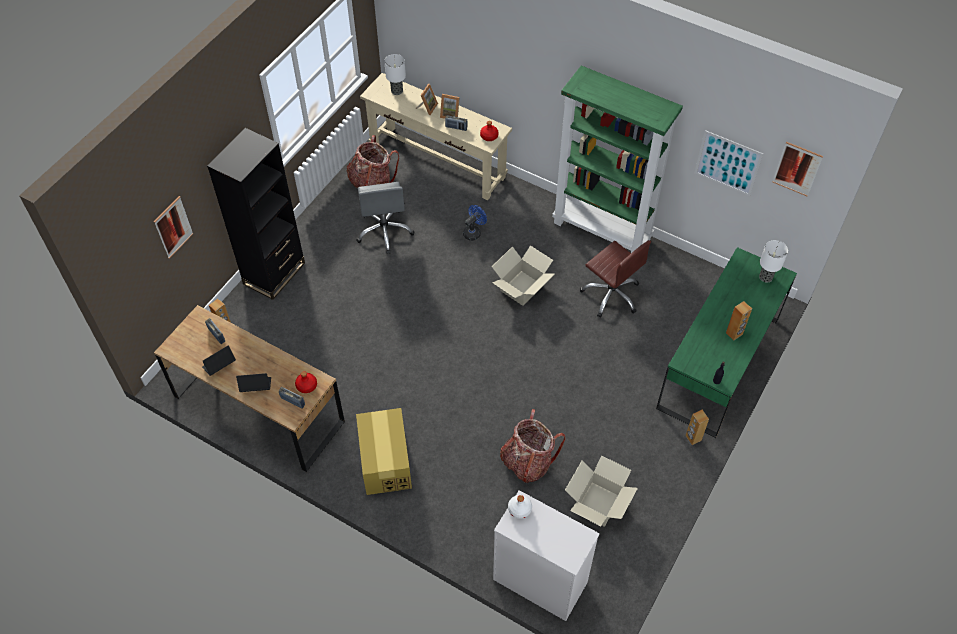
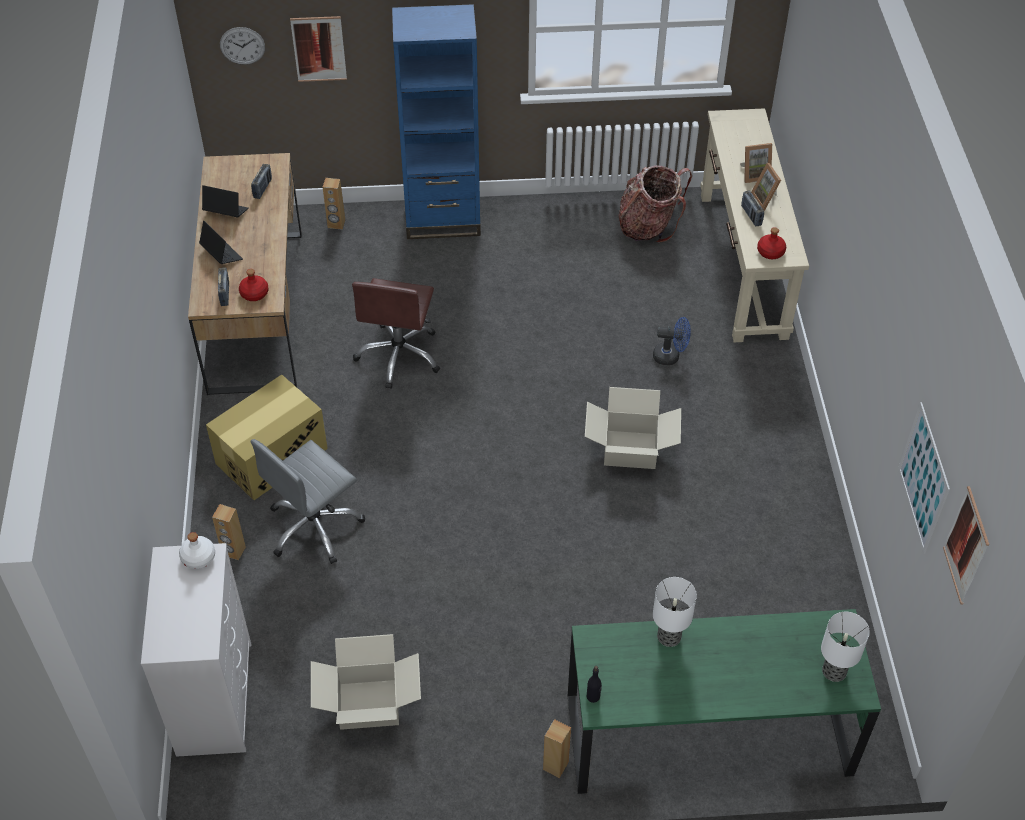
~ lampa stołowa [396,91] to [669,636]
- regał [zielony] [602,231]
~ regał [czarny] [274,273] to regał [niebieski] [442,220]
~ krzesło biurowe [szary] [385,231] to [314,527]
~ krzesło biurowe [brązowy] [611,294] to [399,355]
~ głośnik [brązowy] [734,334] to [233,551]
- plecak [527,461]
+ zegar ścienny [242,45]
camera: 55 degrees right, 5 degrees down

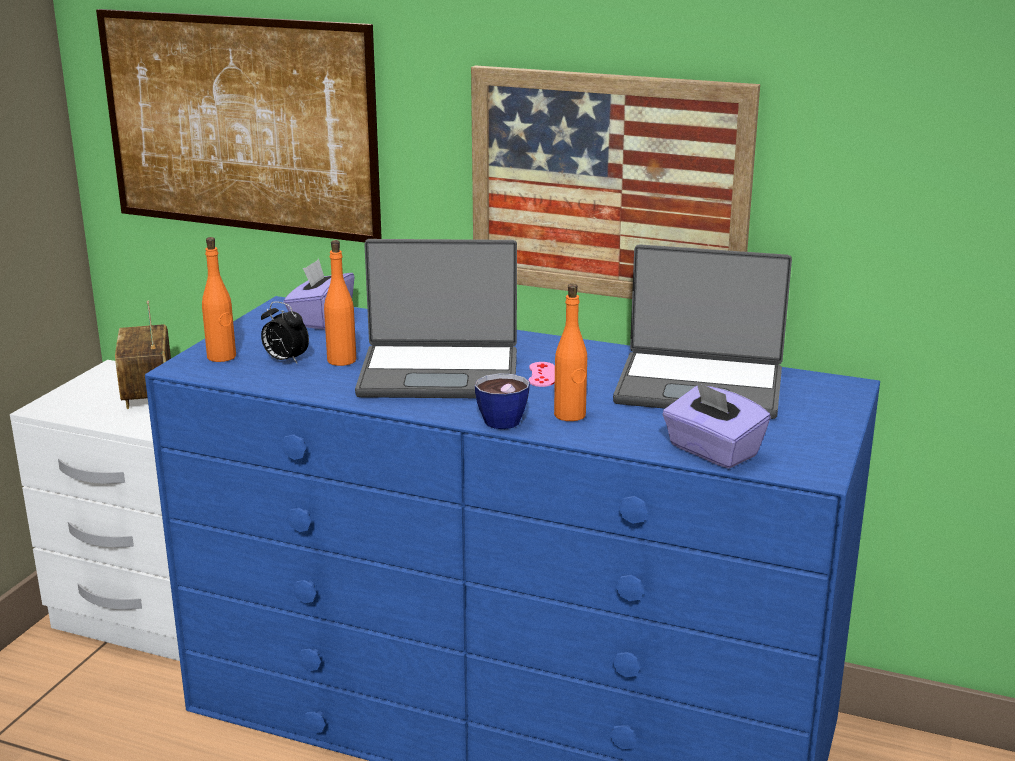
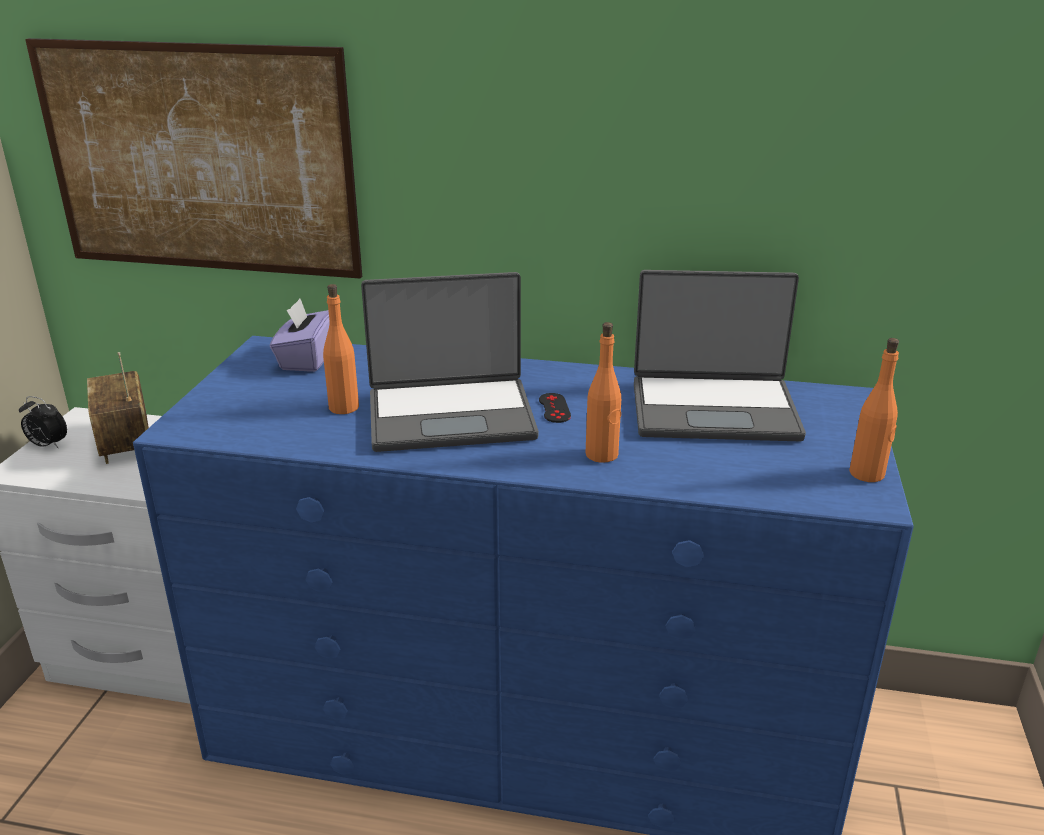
- obraz [608,187]
~ butelka [pomarańczowy] [222,357] to [867,474]
~ budzik [285,360] to [48,445]
~ pad do gier [różowy] [541,375] to pad do gier [czarny] [554,408]
- filiżanka [499,418]
- pudełko chusteczek [fioletowy] [712,451]
camera: 10 degrees left, 5 degrees up

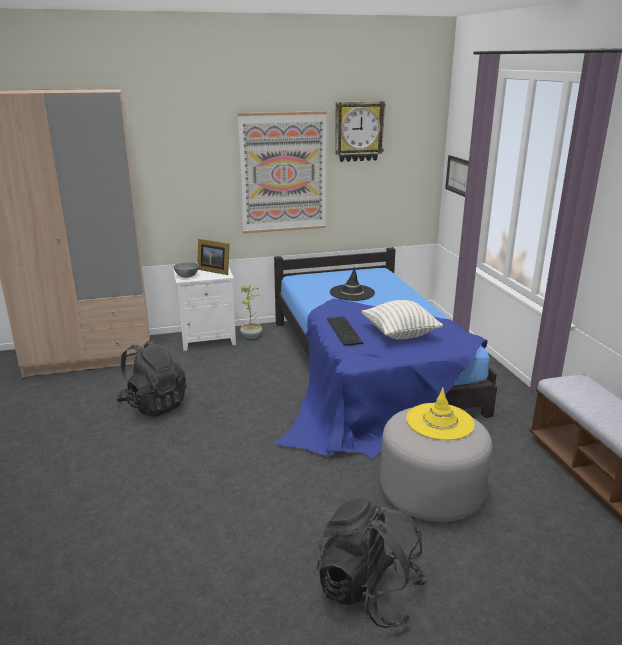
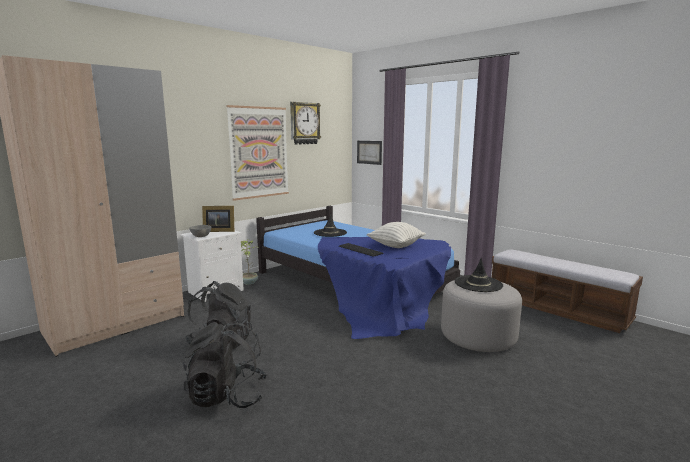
~ kapelusz [żółty] [440,422] to kapelusz [czarny] [478,284]
~ plecak [czarny] [368,592] to [227,396]
camera: 30 degrees left, 10 degrees down

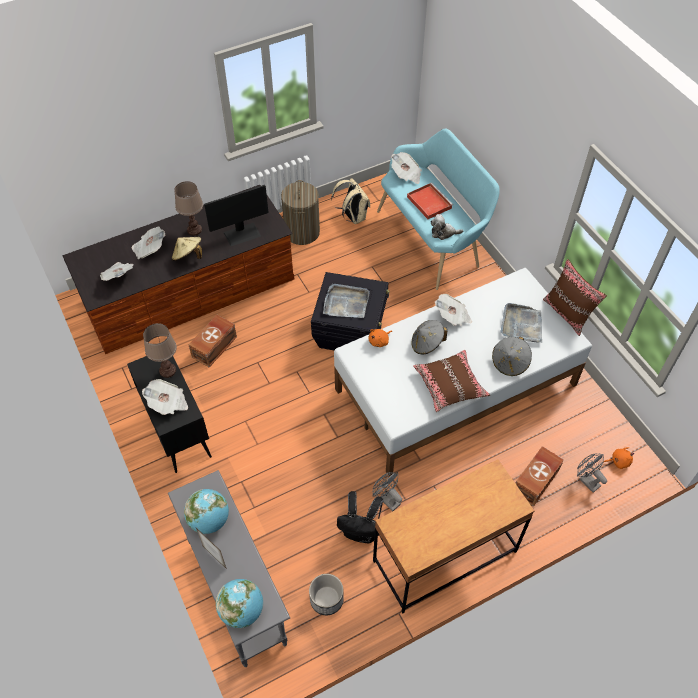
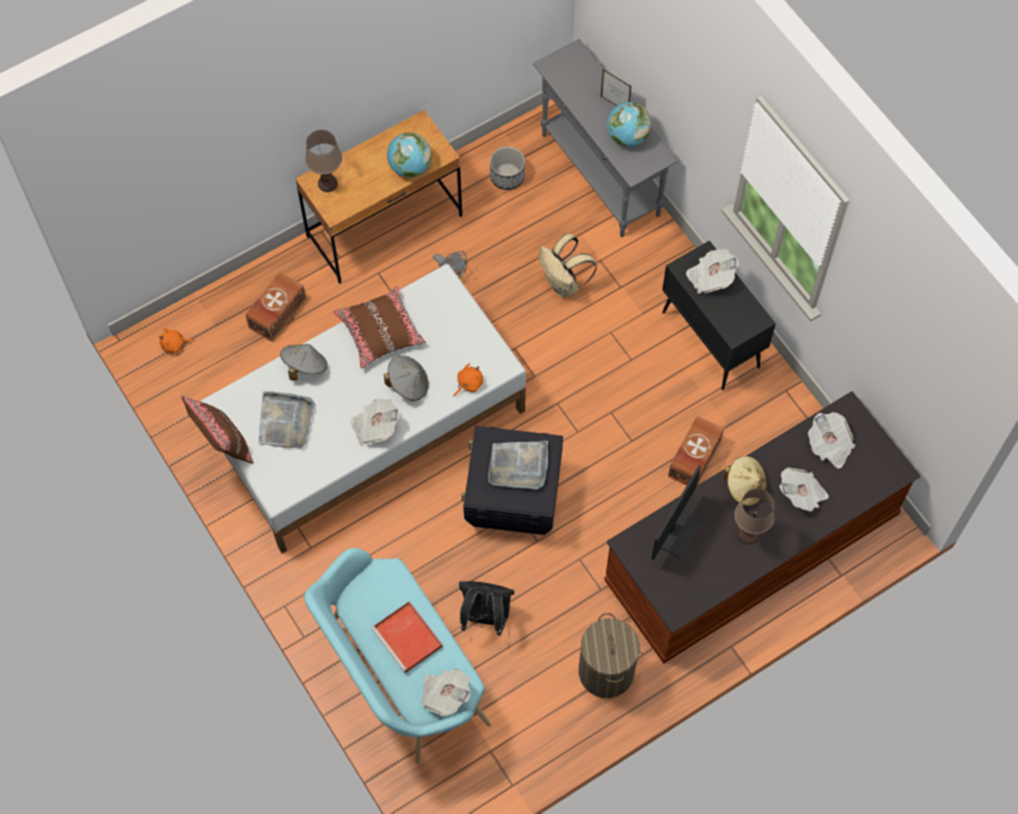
~ plecak [beżowy] [352,217] to [564,284]
~ monitor [242,234] = [678,532] 150 degrees clockwise
- pluszak [443,233]
~ lampa stołowa [brązowy] [167,370] to [328,184]
- wentylator [szary] [586,480]
~ plecak [czarny] [361,532] to [485,617]
~ globus [242,610] to [410,167]
camera: 175 degrees right, 10 degrees up

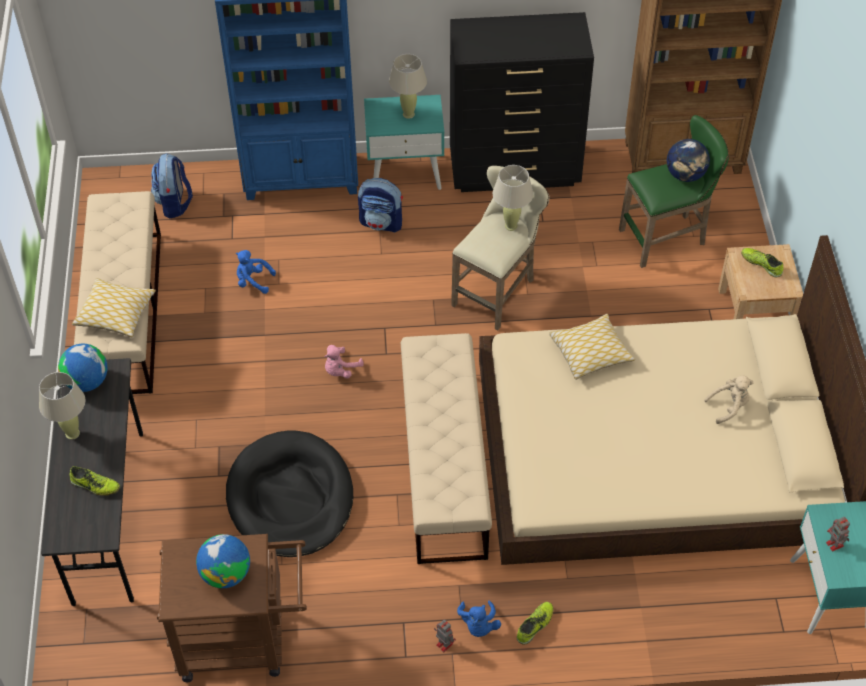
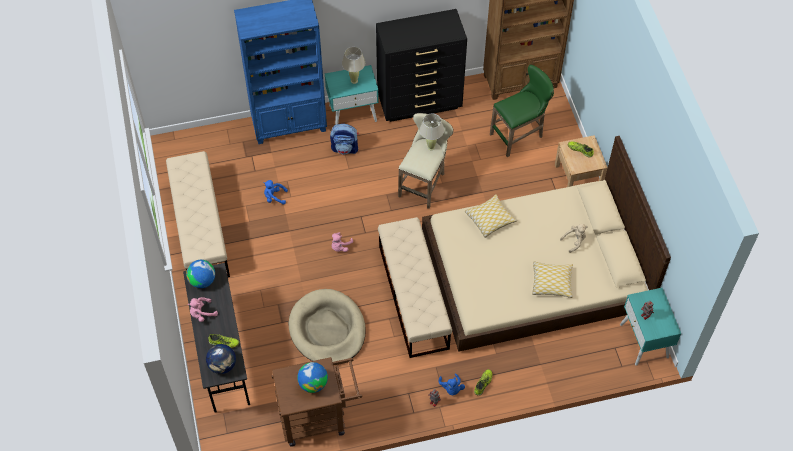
~ globus [685,175] to [222,365]
- plecak [174,203]
~ poduszka [116,314] to [551,282]
~ lampa stołowa [beżowy] [72,433] to pluszak [różowy] [202,313]
~ legowisko [czarny] [290,498] to legowisko [beżowy] [327,329]
camera: 10 degrees left, 5 degrees up

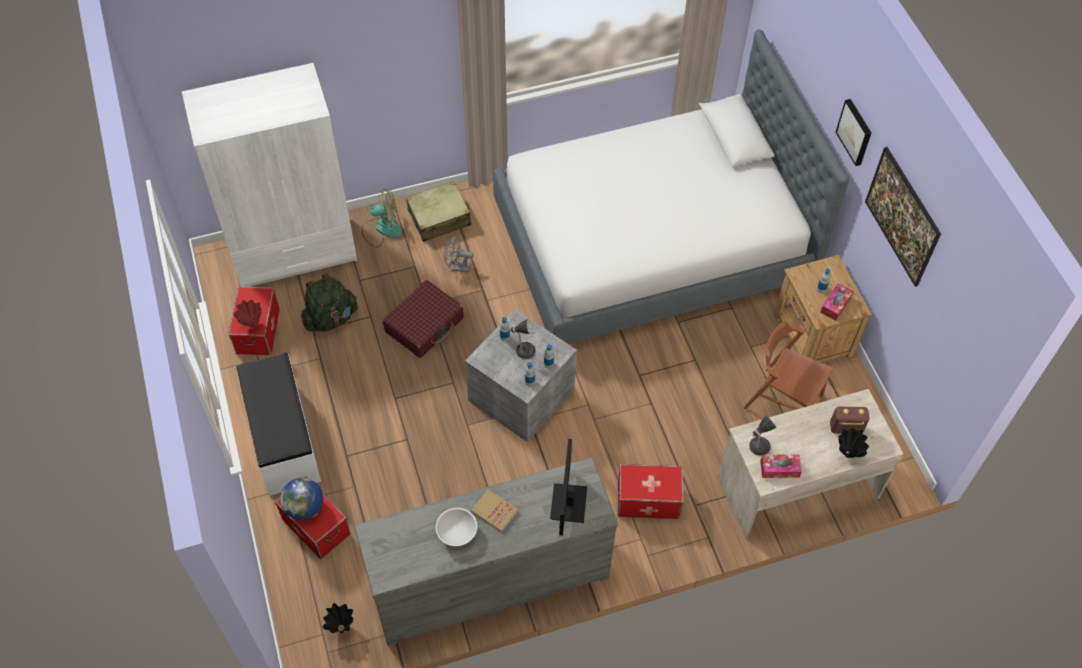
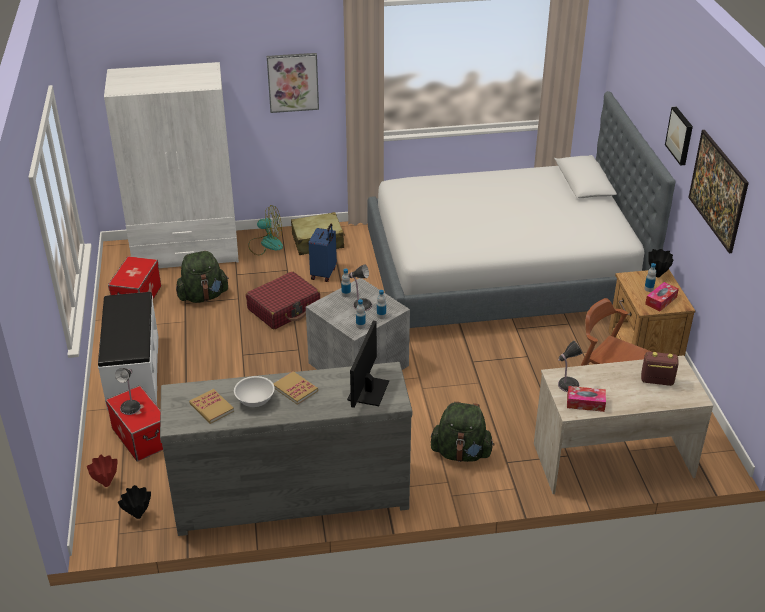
~ wentylator [szary] [457,267] to walizka [niebieski] [324,274]
~ wazon [czerwony] [252,324] to [106,484]
~ wazon [czarny] [847,454] to [657,275]
~ pojemnik do przechowywania [648,500] to plecak [zielony] [461,453]
~ globus [304,507] to lampa stołowa [131,407]
+ obraz [293,82]
+ książka [211,407]
camera: 10 degrees right, 20 degrees down

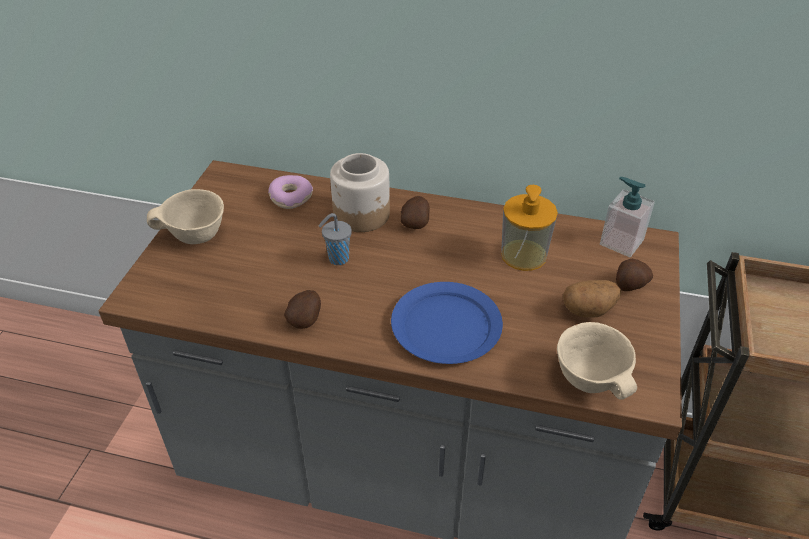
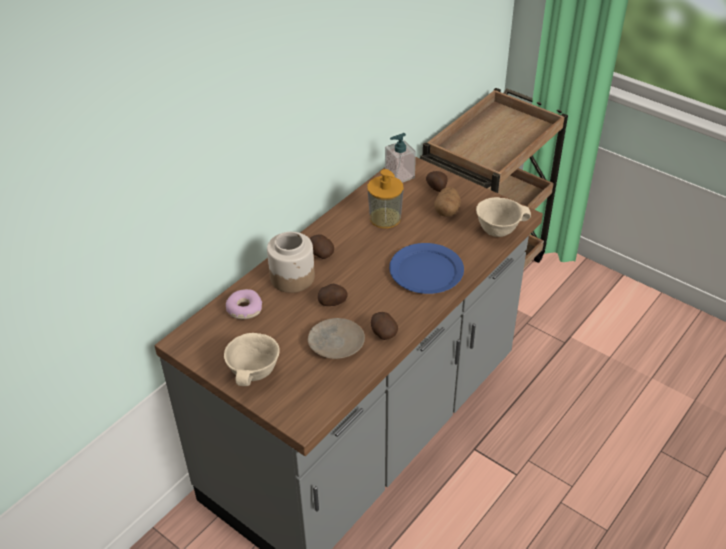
~ filiżanka [szary] [337,259] to ziemniak [333,302]
+ talerz [beżowy] [335,343]
camera: 65 degrees left, 0 degrees up

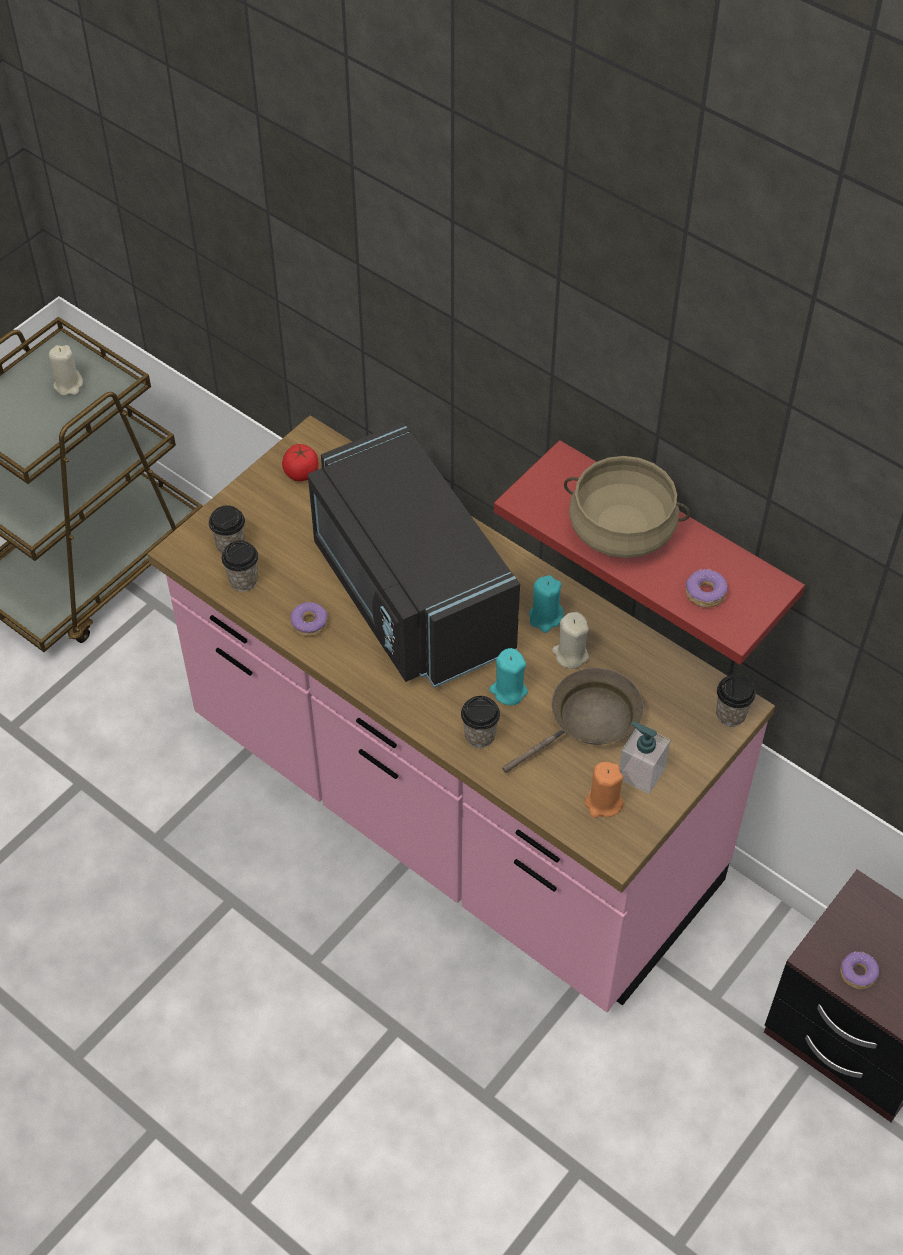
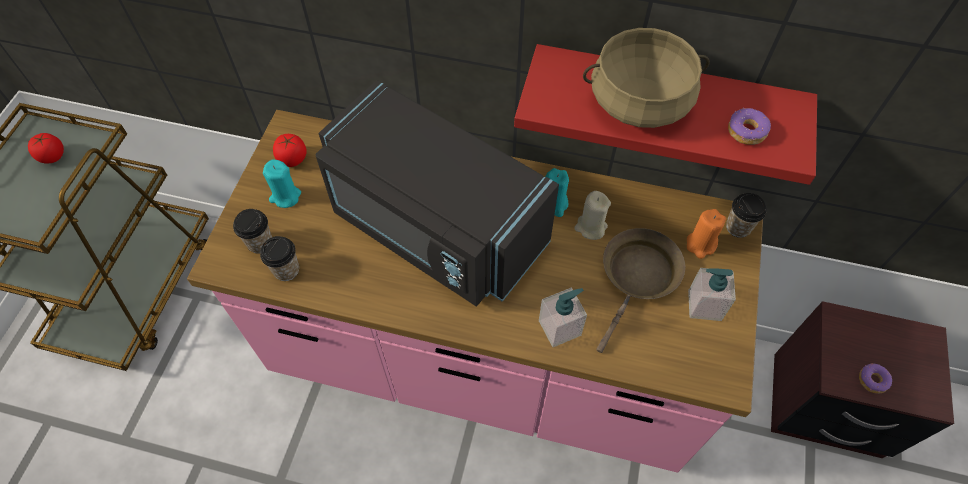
~ świeca [beżowy] [68,385] to pomidor [52,156]
- donut [310,623]
~ świeca [turkusowy] [508,691] to [285,196]
~ filiżanka [479,736] to dozownik mydła [560,328]
~ świeca [pomarańczowy] [603,803] to [700,244]
camera: 25 degrees left, 5 degrees up

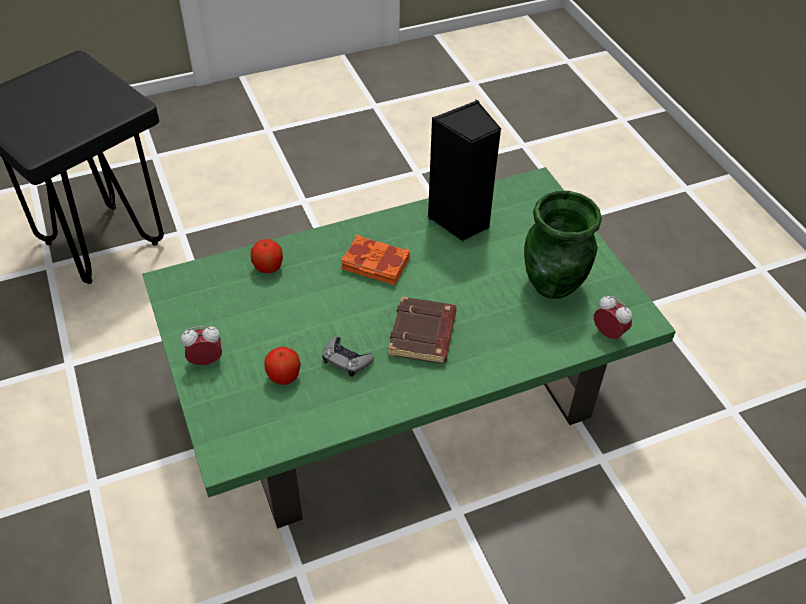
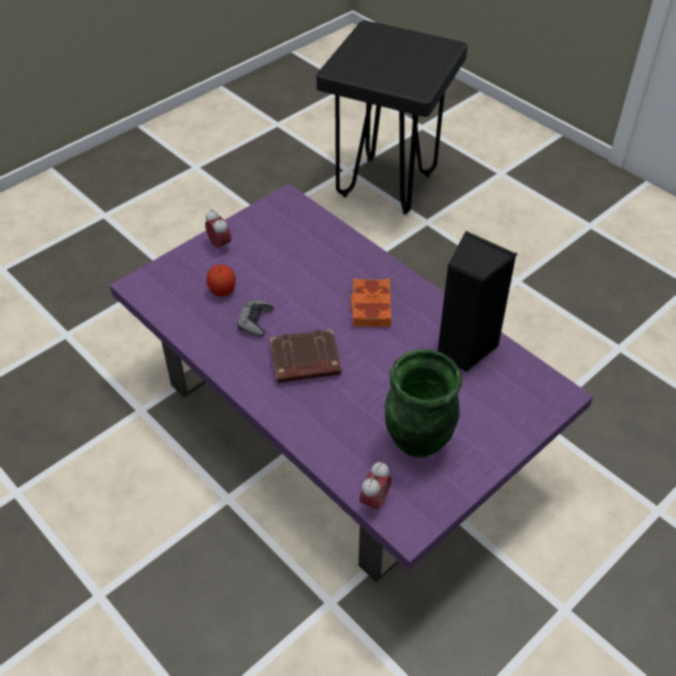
~ ława [zielony] [399,391] to ława [fioletowy] [334,419]
- jabłko [268,267]
camera: 70 degrees right, 0 degrees up

